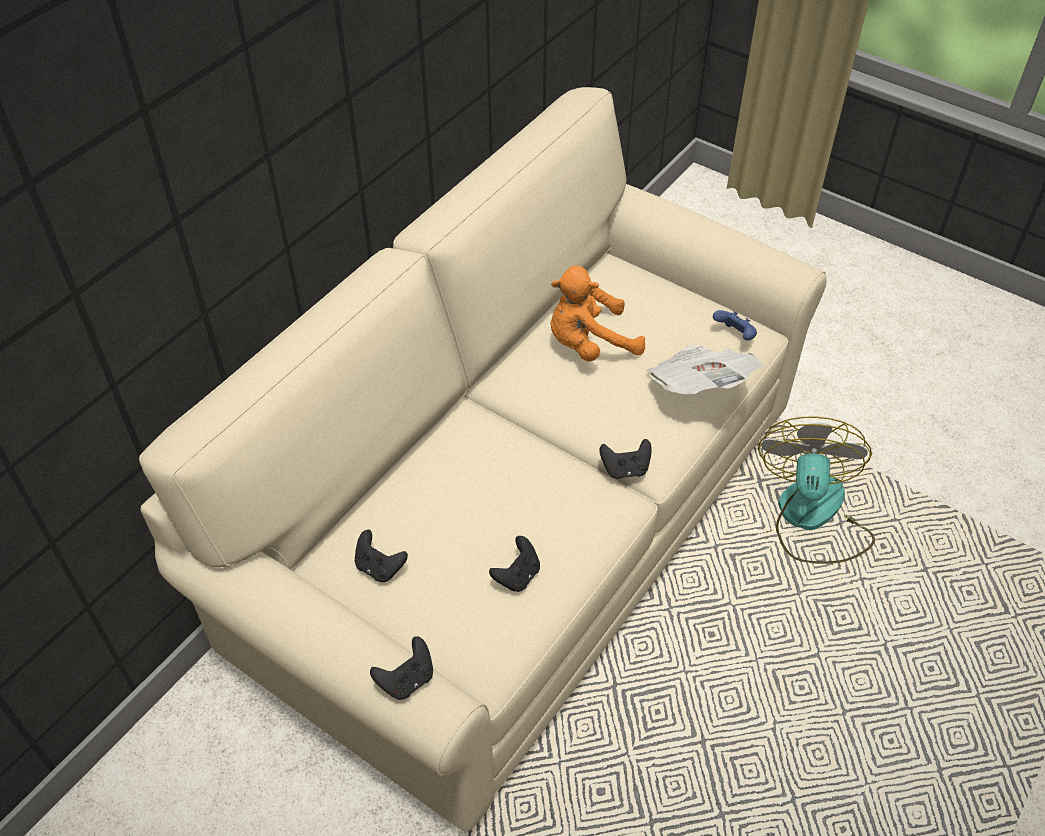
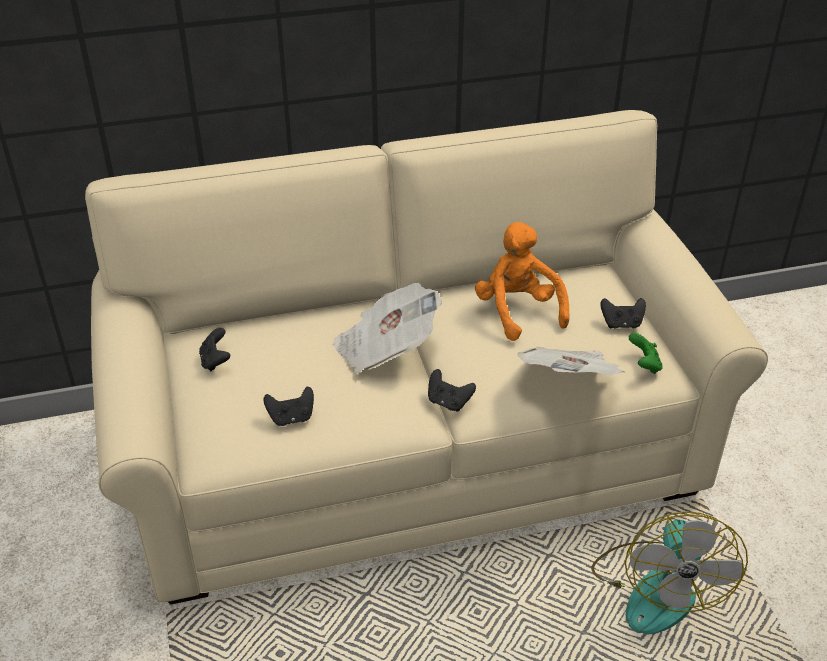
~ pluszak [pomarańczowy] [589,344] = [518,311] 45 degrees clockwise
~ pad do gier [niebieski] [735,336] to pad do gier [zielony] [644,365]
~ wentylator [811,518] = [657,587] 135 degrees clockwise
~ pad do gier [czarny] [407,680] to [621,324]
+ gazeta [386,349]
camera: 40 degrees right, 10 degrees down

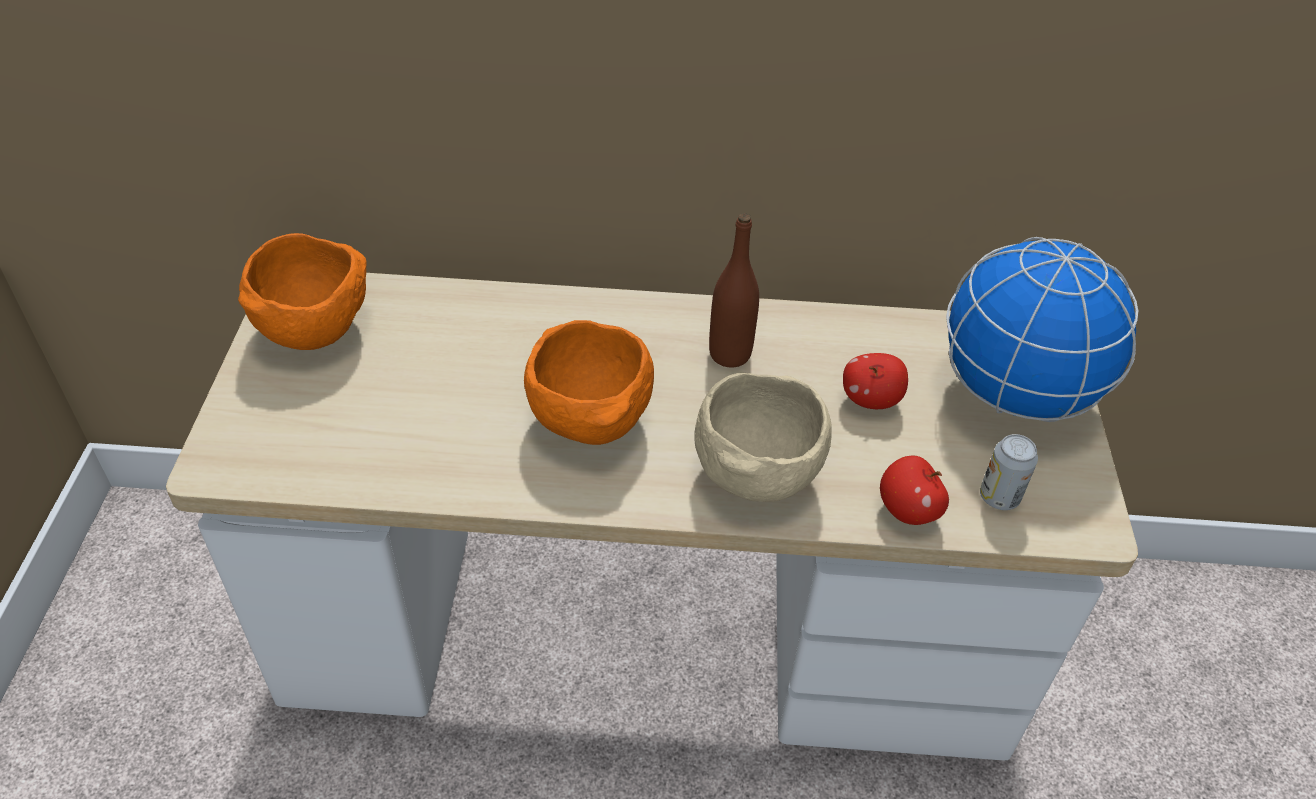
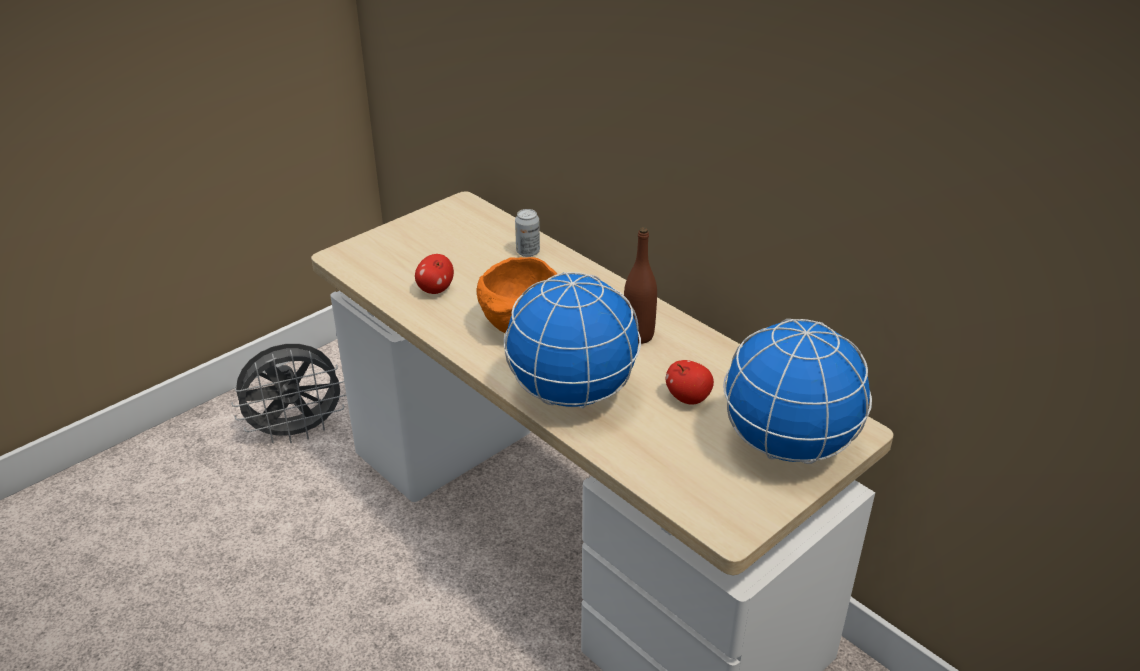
- miska [pomarańczowy] [315,328]
~ miska [beżowy] [757,472] to globus [572,392]
~ puszka [999,497] to [528,252]
~ jabłko [908,511] to [435,289]
+ wentylator [szary] [297,431]
camera: 45 degrees right, 10 degrees down

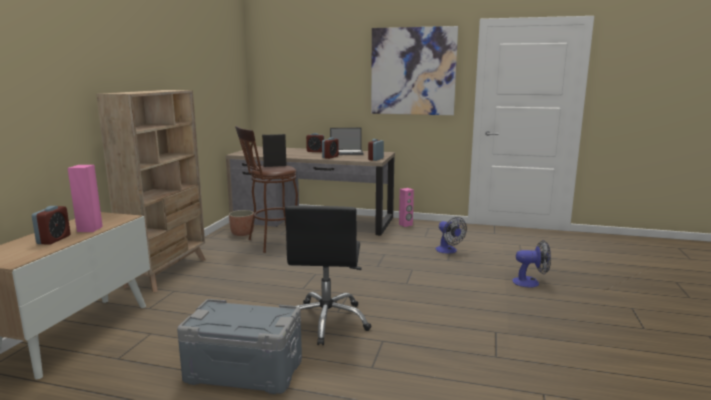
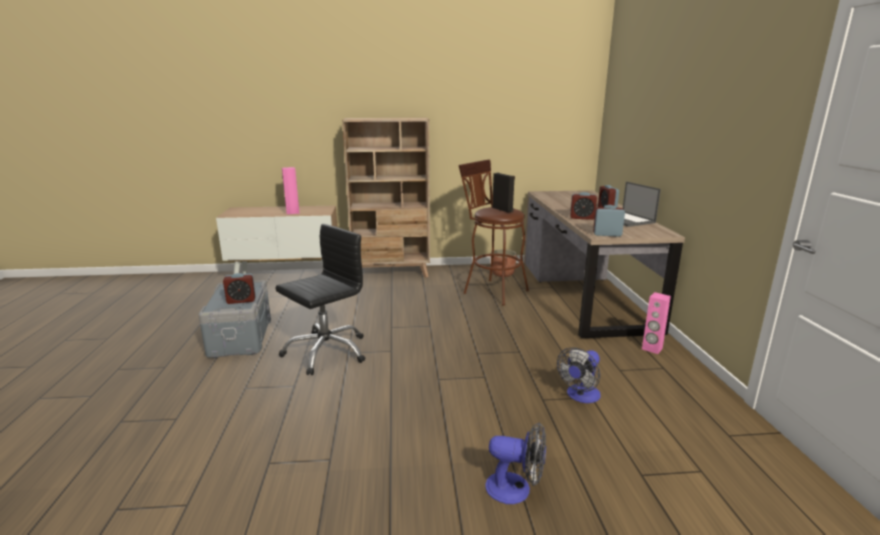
- obraz [413,71]
~ budzik [54,239] to [241,300]
~ krzesło biurowe [czarny] [327,321] = [326,352] 150 degrees clockwise
~ wentylator [530,282] = [516,489] 60 degrees counterclockwise
camera: 70 degrees right, 5 degrees up

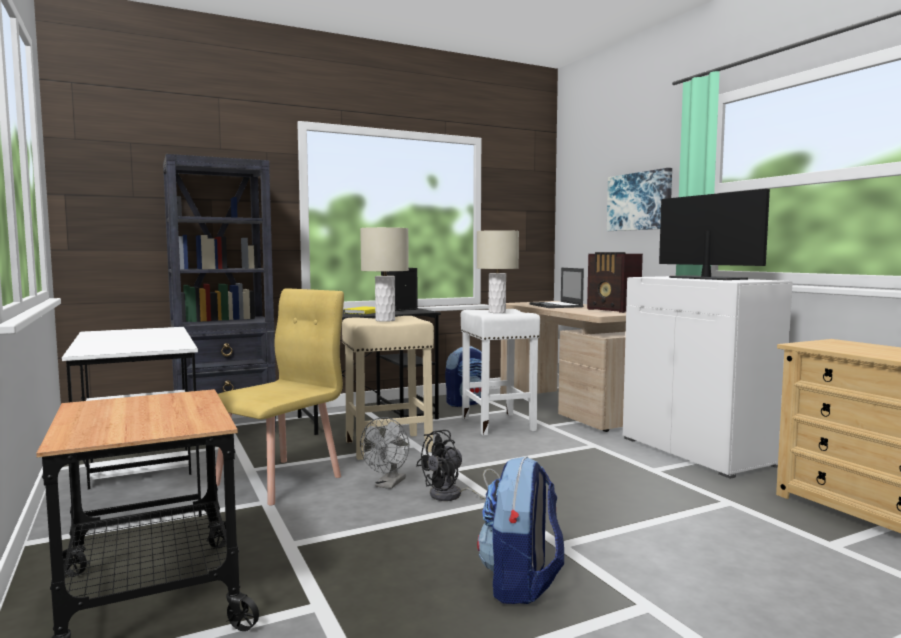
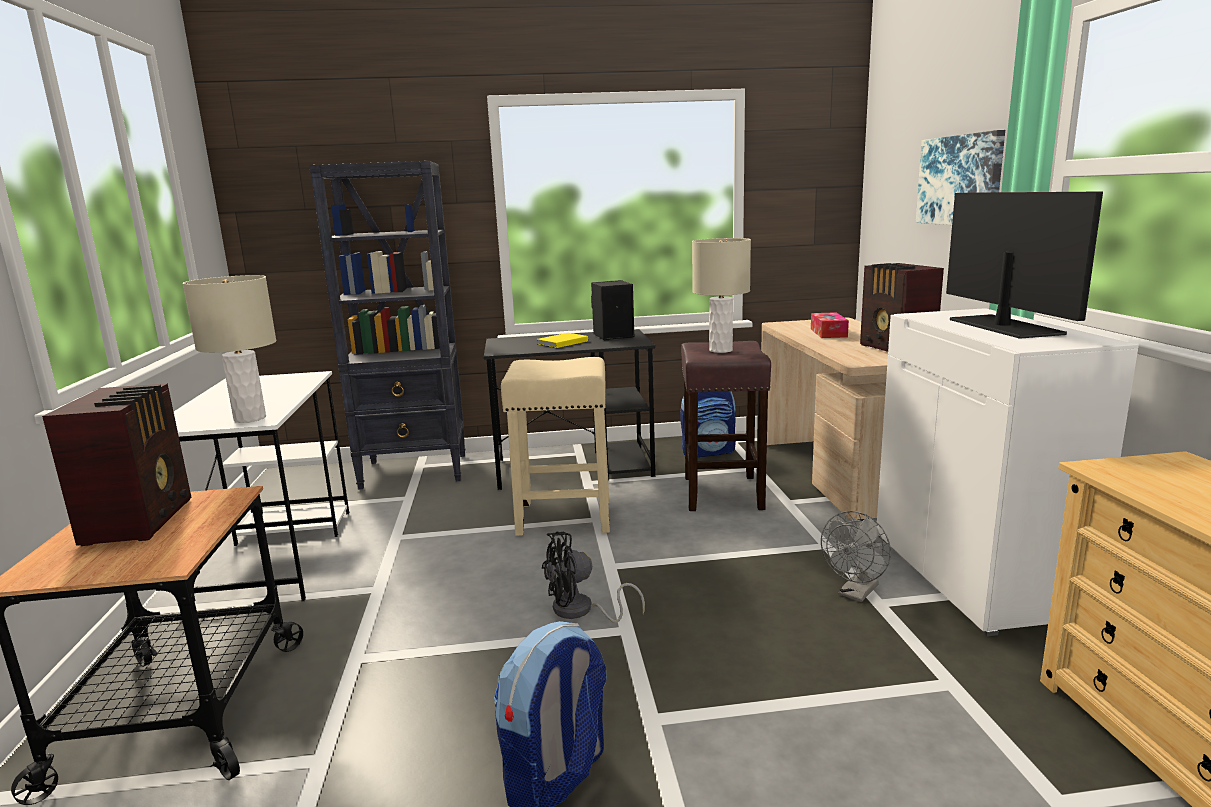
~ lampa stołowa [beżowy] [385,320] to [249,418]
~ laptop [556,306] to pudełko chusteczek [828,333]
- krzesło [żółty] [280,480]
~ stołek [biały] [497,424] to stołek [brązowy] [722,492]
~ wentylator [szary] [388,485] to [856,594]
+ radio [142,520]
camera: 20 degrees right, 10 degrees up

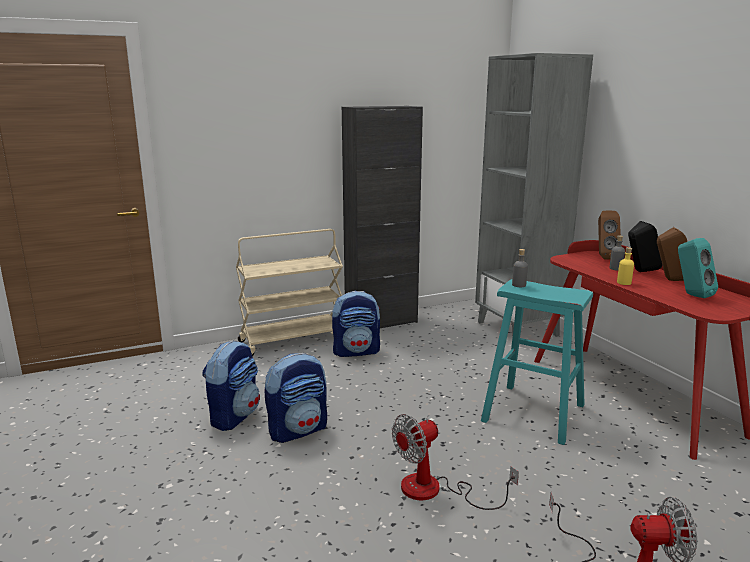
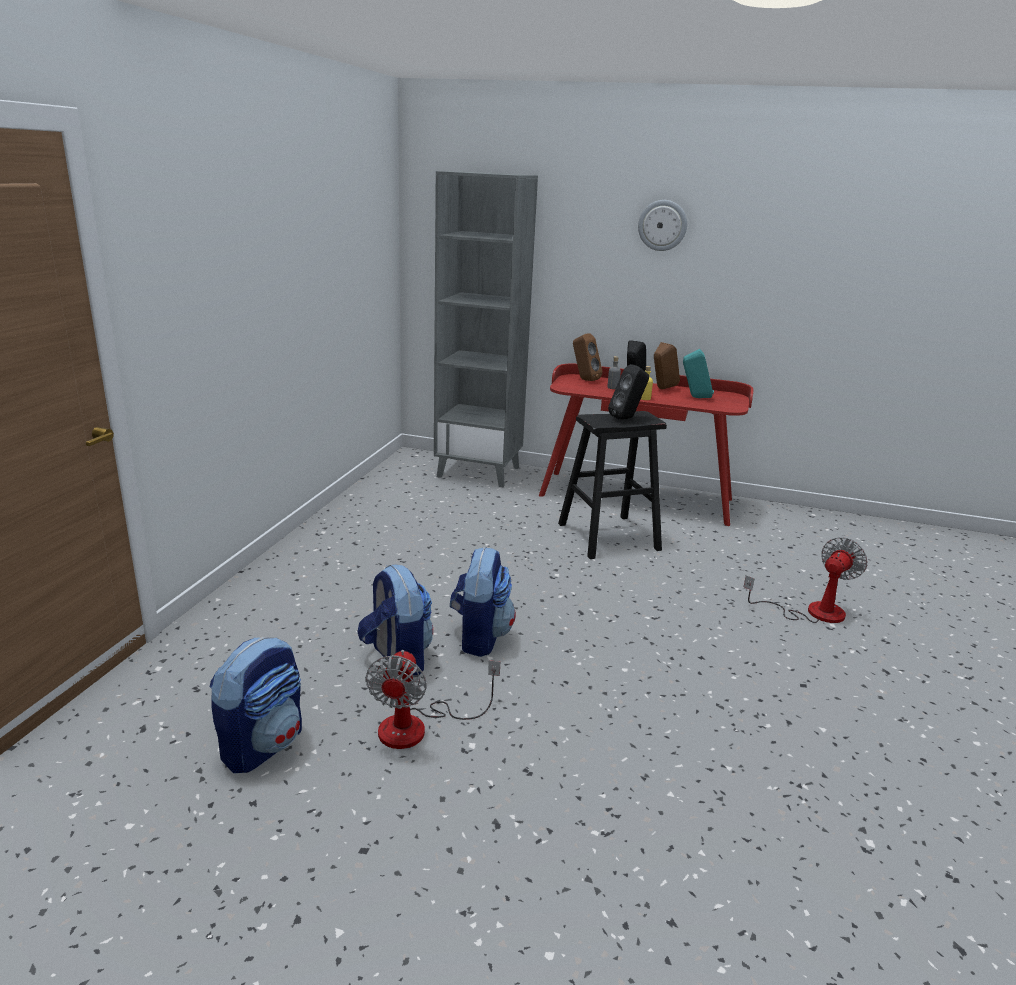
- szafka [czarny] [381,322]
- wózek [beżowy] [292,340]
- butelka [szary] [519,285]
~ stołek [turkusowy] [533,413] to stołek [czarny] [608,536]
~ plecak [356,351] to [263,745]
~ wentylator [435,490] to [418,726]
+ zegar ścienny [662,225]
+ głośnik [czarny] [627,418]
camera: 50 degrees left, 5 degrees up

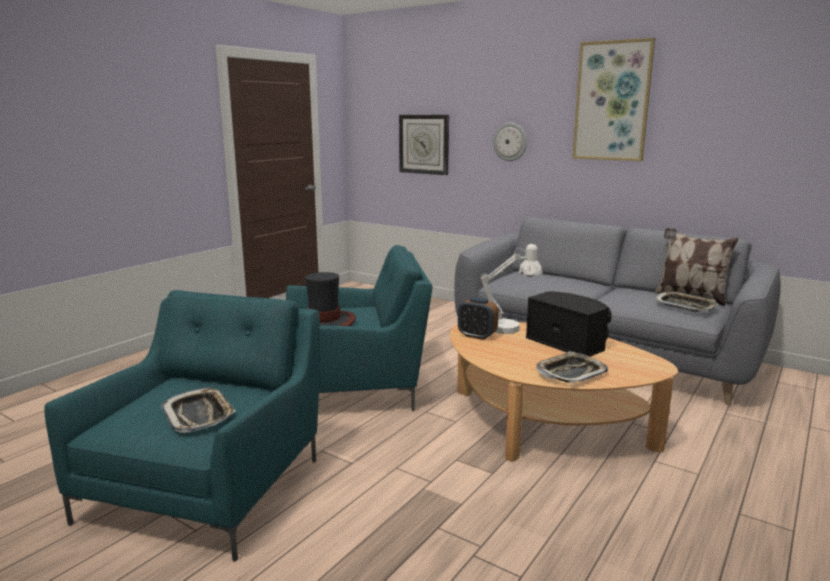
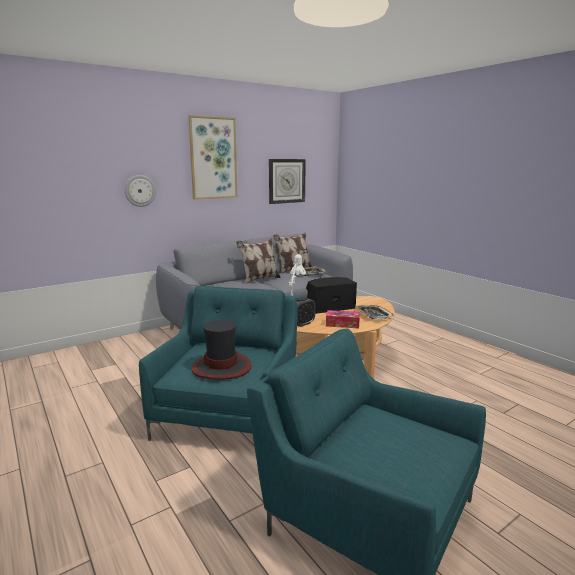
~ zegar ścienny [424,144] to [286,181]
- taca [199,415]
+ poduszka [259,279]
+ pudełko chusteczek [342,324]
camera: 70 degrees left, 0 degrees up

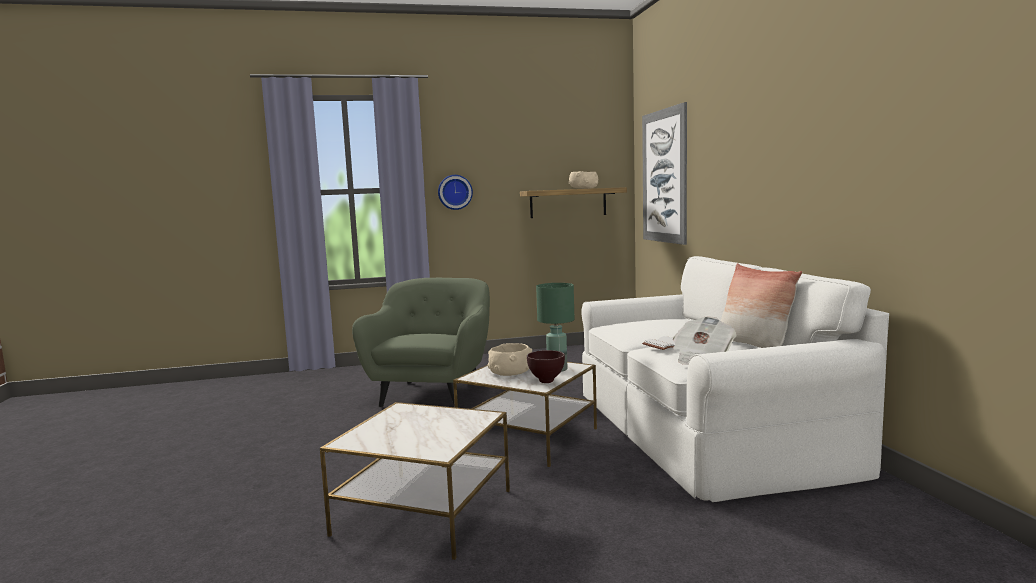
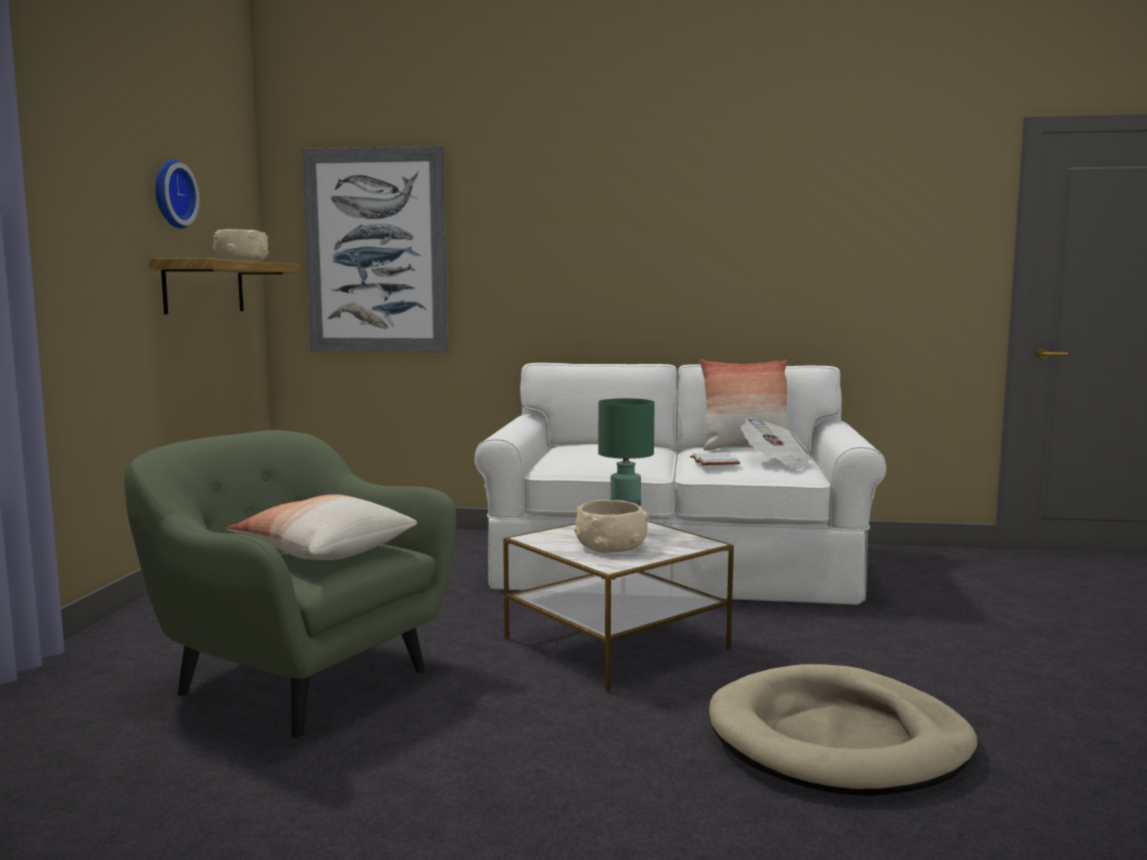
~ zegar ścienny [454,192] to [171,194]
- miska [brązowy] [545,381]
~ stolik [424,512] to legowisko [beżowy] [838,740]
+ poduszka [323,551]
camera: 70 degrees left, 0 degrees up

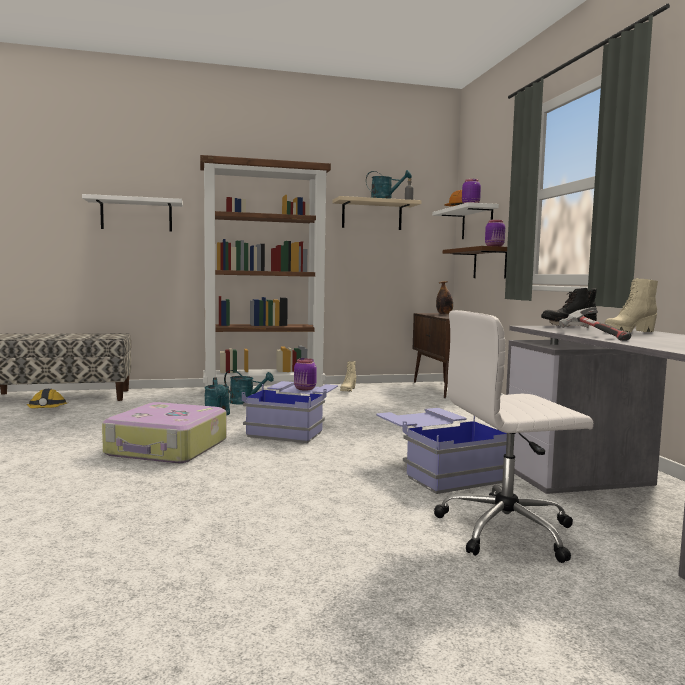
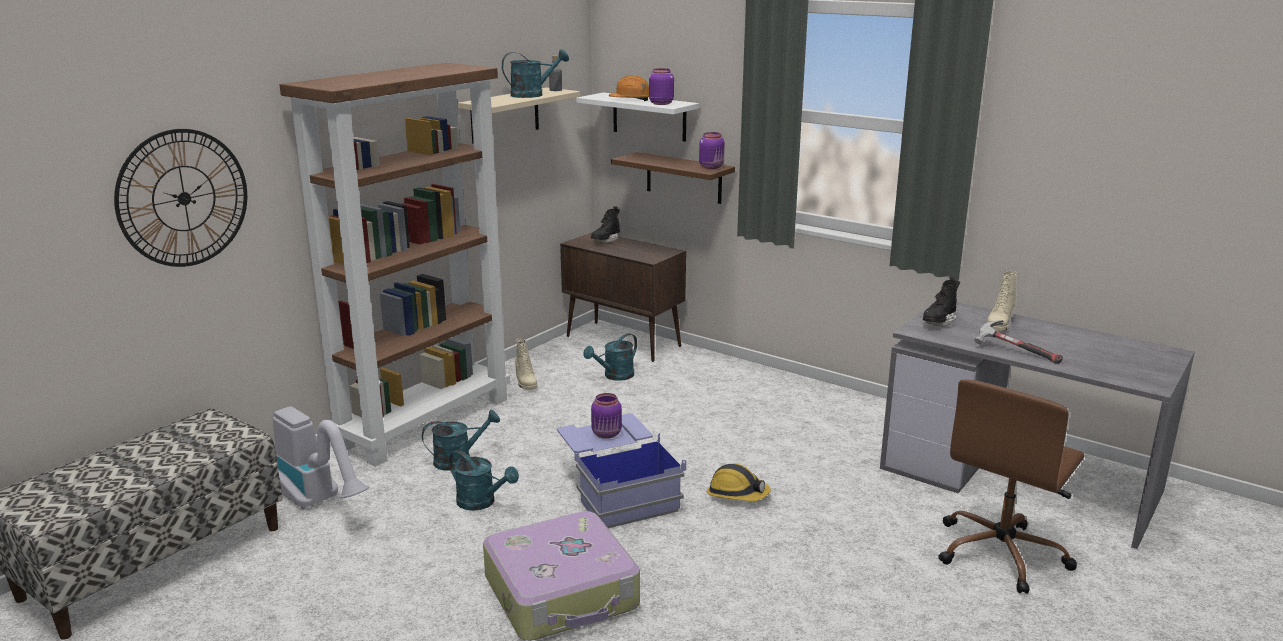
~ półka [biały] [136,215] to zegar ścienny [184,198]
~ butelka [444,314] to but z cholewką [czarny] [605,240]
~ krzesło biurowe [biały] [508,530] to krzesło biurowe [brązowy] [1001,553]
~ kask [47,410] to [737,494]
- pojemnik do przechowywania [niebieski] [437,470]
+ konewka [turkusowy] [614,376]
+ odkurzacz [320,502]
camera: 40 degrees left, 15 degrees up

